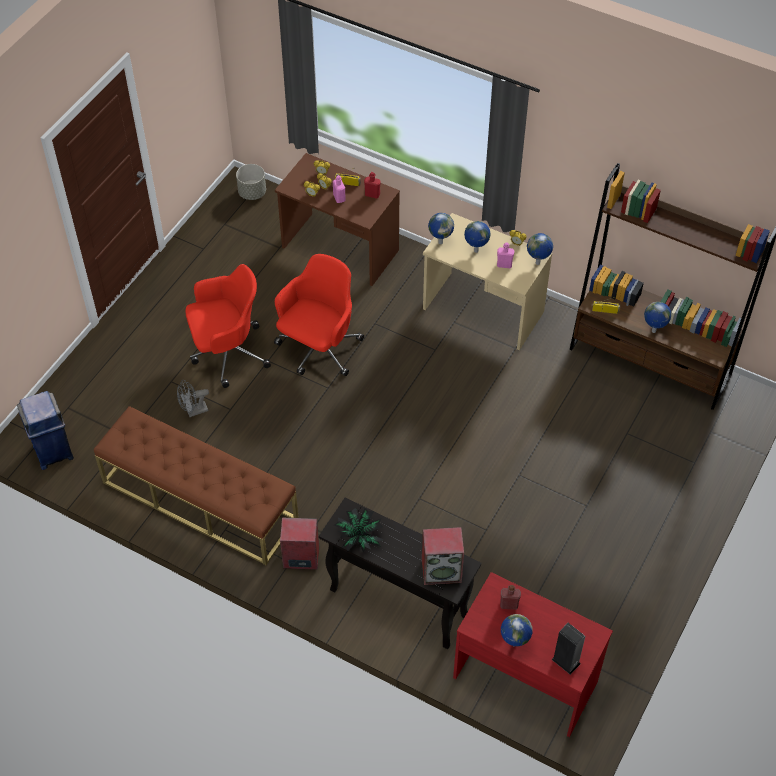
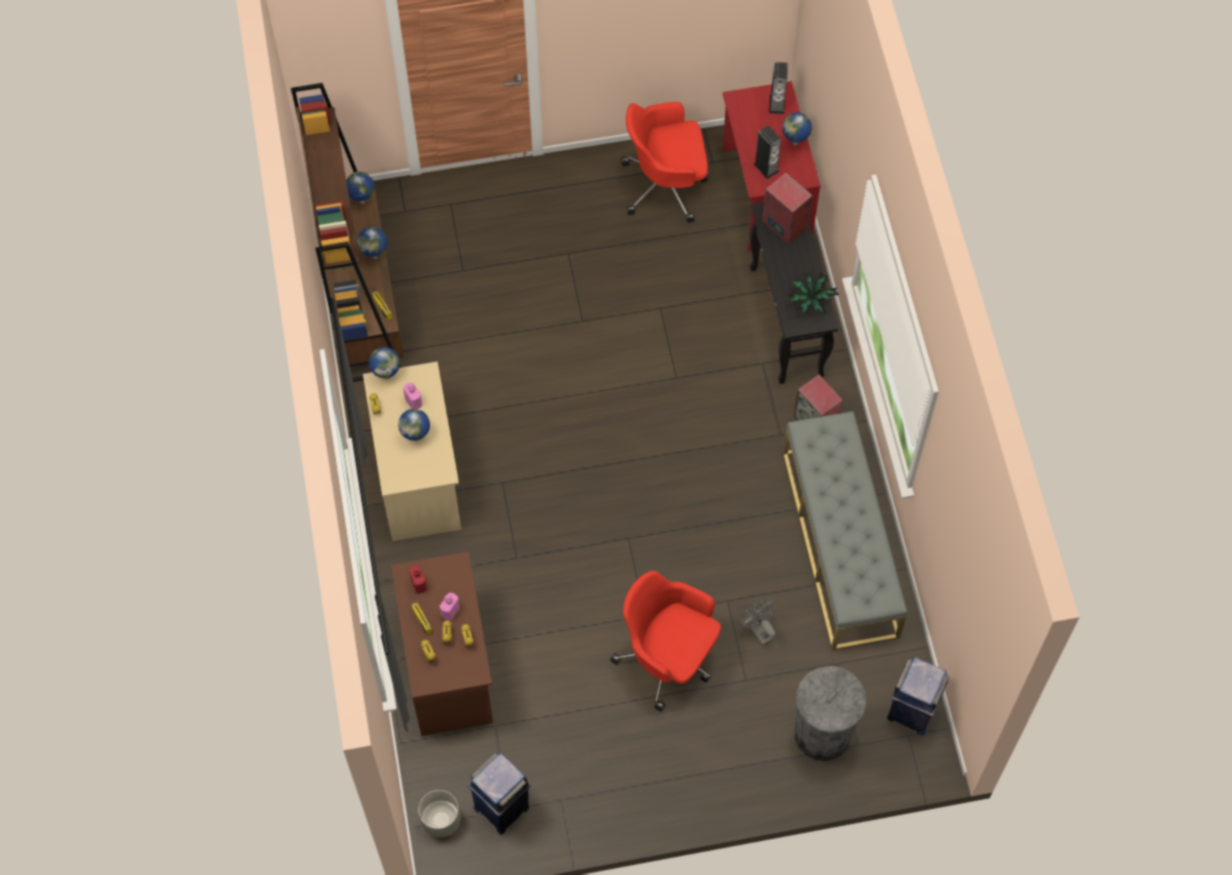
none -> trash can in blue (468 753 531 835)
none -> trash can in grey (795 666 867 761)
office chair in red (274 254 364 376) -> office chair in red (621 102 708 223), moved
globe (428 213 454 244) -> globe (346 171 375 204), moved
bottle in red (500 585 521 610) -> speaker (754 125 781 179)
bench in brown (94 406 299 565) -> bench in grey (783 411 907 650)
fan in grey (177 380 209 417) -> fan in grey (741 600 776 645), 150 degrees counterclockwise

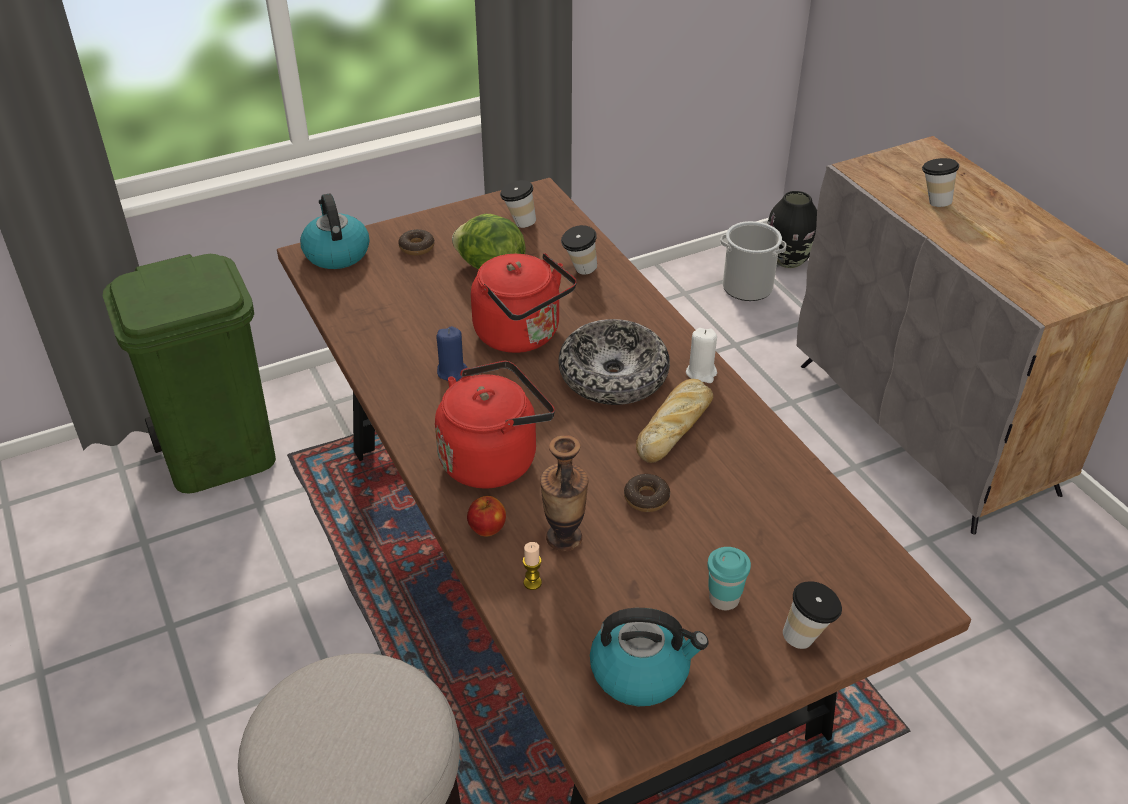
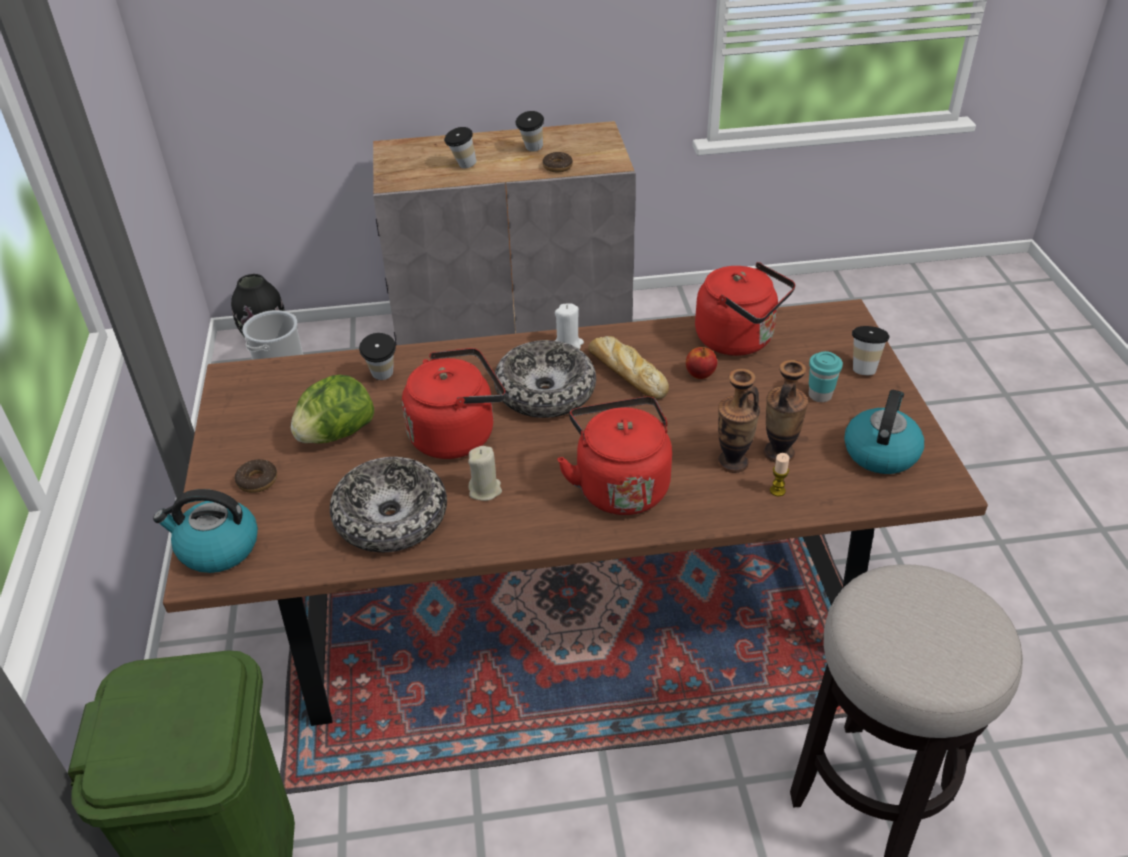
none -> bowl (330 457 447 552)
none -> kettle in red (695 262 795 356)
none -> vase (764 360 808 463)
apple (467 496 506 536) -> apple (686 347 717 379), moved
cup (500 180 536 228) -> cup (515 111 544 152), moved
donut (624 474 670 512) -> donut (543 152 573 172), moved
candle in blue (436 326 467 381) -> candle in beige (468 446 502 501)

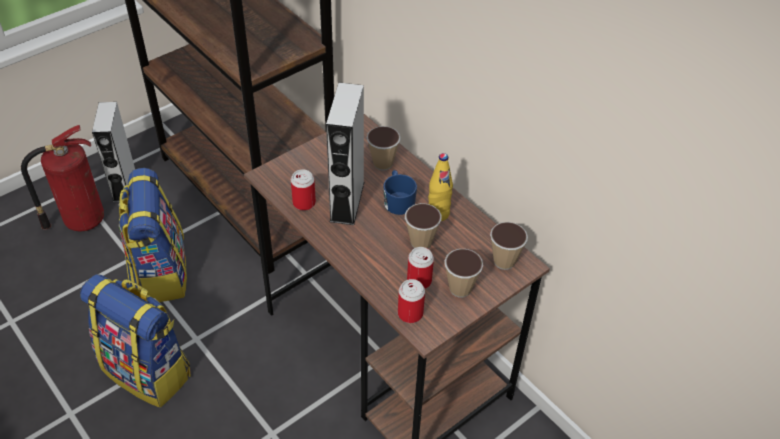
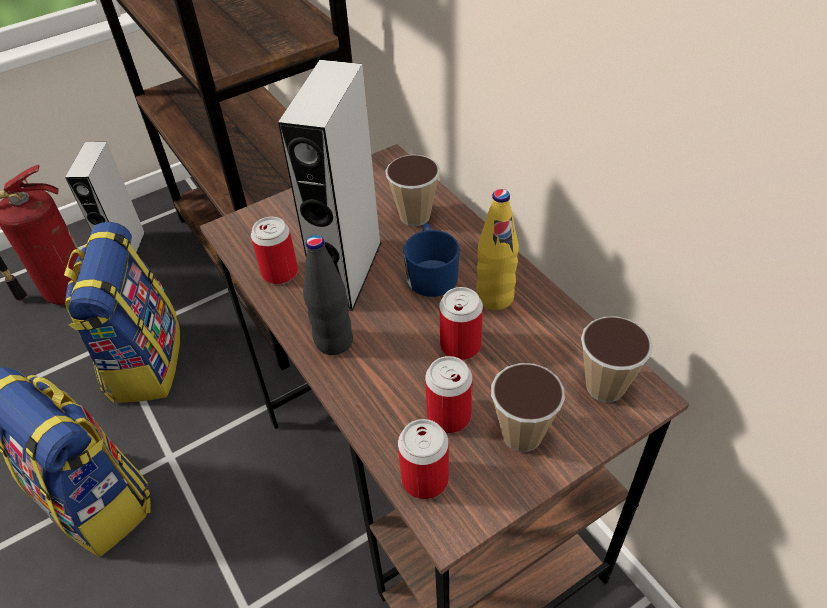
none -> bottle in black (303 235 353 355)
cup (405 203 442 249) -> can (439 287 483 360)

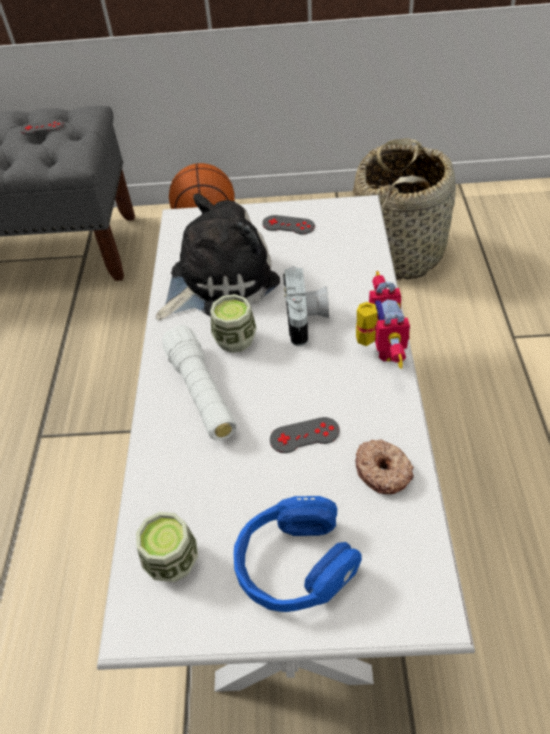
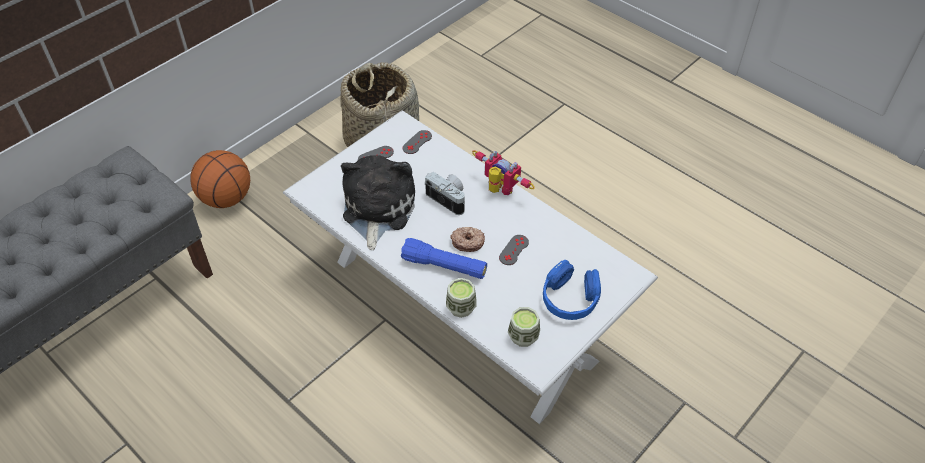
game controller in grey (20 120 64 134) -> game controller in grey (402 130 432 154), moved
cup (210 294 257 353) -> cup (446 278 476 318), moved
donut (355 440 414 494) -> donut (450 227 485 252), moved
flashlight in white (162 325 237 441) -> flashlight in blue (401 238 487 279)

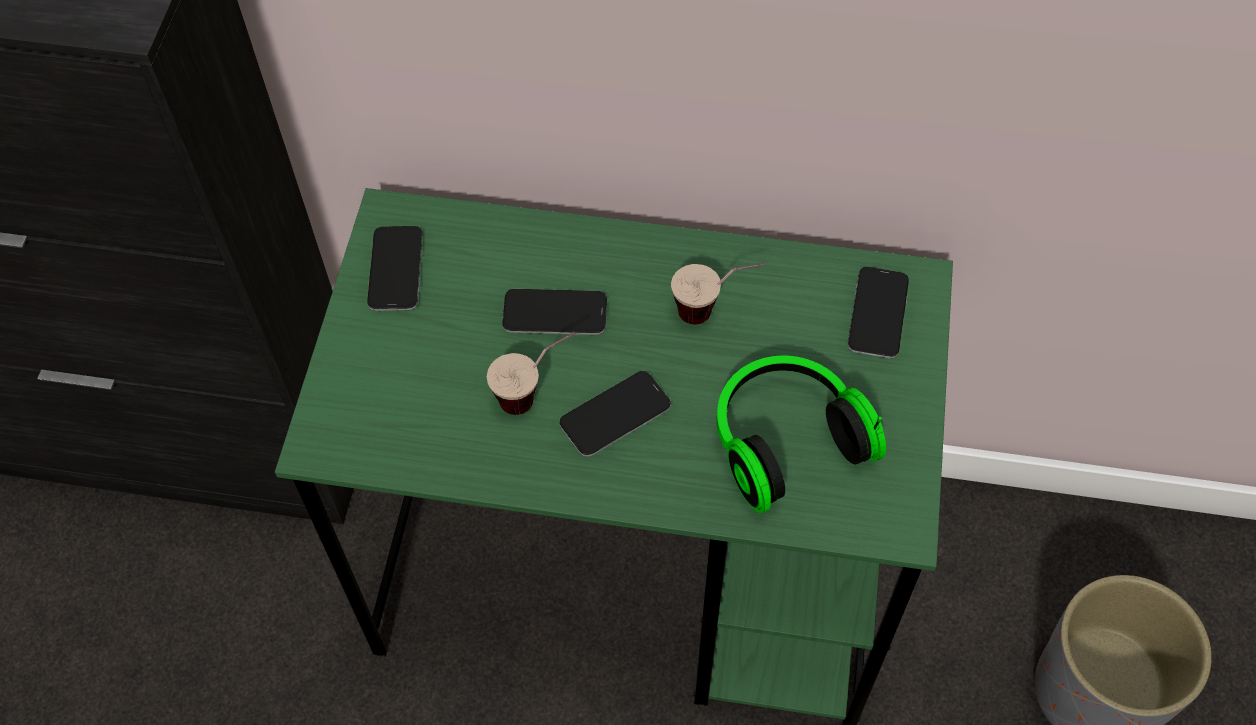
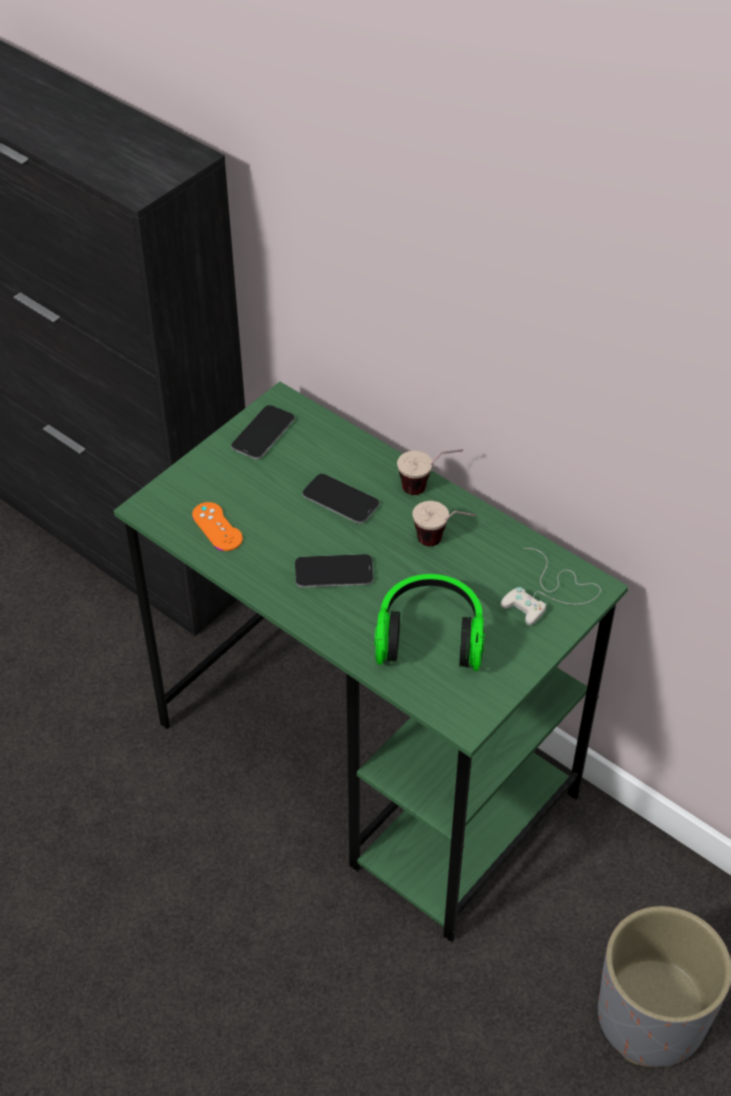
none -> game controller in orange (192 502 243 551)
cup (487 332 575 415) -> cup (397 449 463 495), moved
phone (848 267 909 358) -> game controller in white (500 548 601 626)

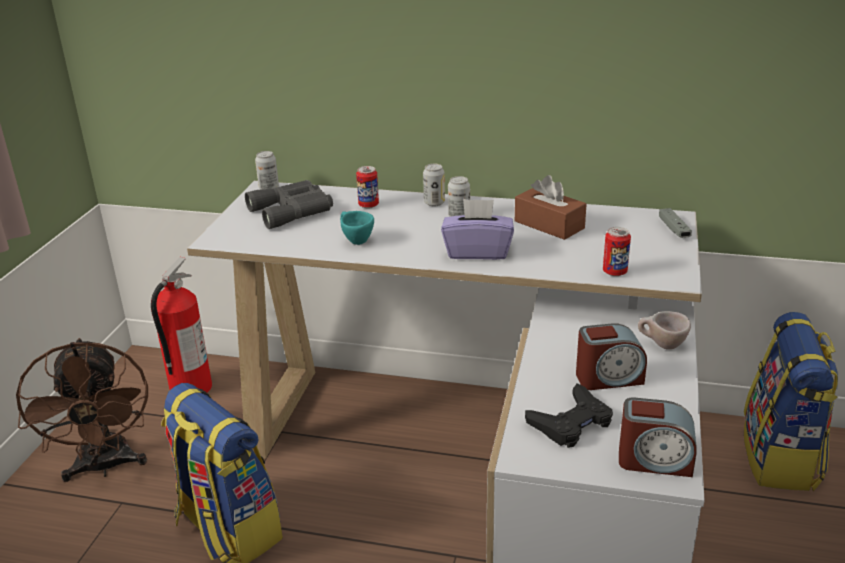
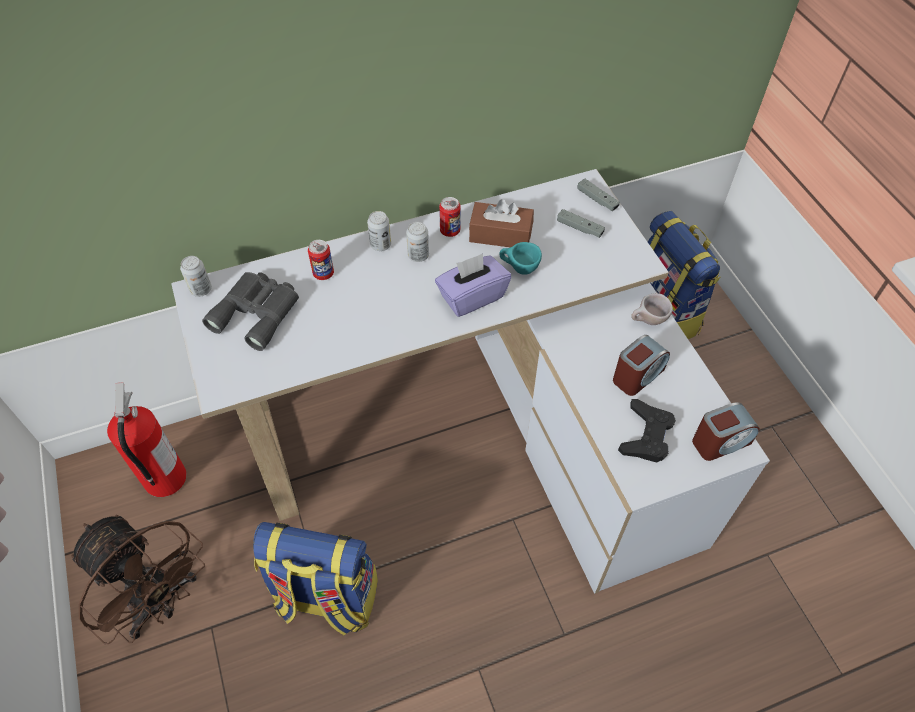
none -> game controller in grey (557 209 605 238)
cup in turquoise (340 211 374 245) -> cup in turquoise (499 242 542 275), moved
can (603 227 631 276) -> can (439 197 461 237), moved

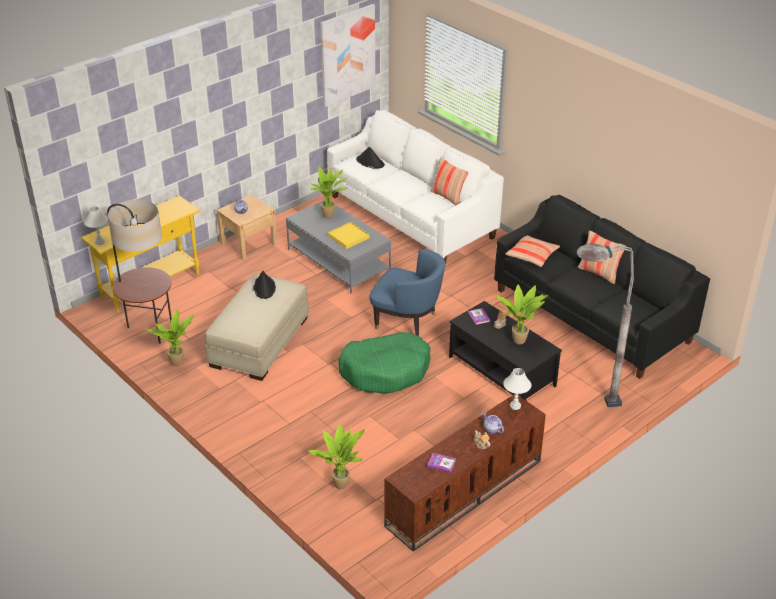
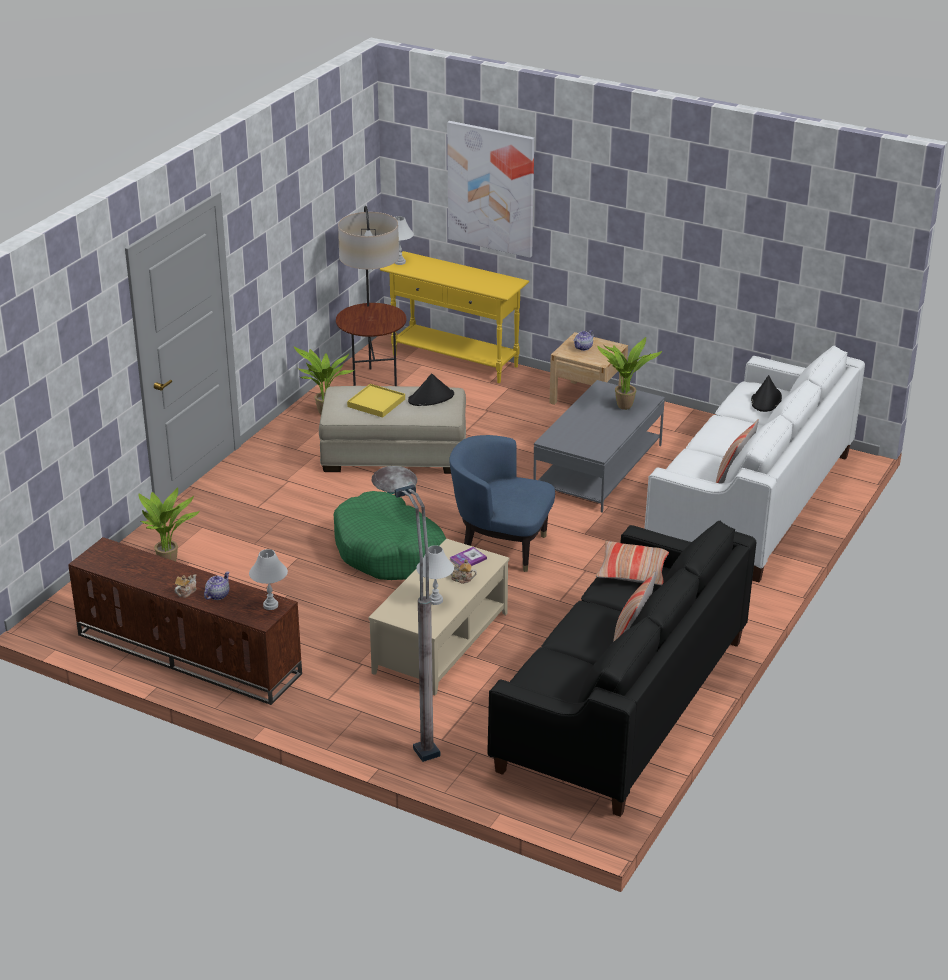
book (427 453 456 473) -> none
picture (320 4 375 107) -> picture (447 121 534 258), moved
tray in yellow (328 222 370 249) -> tray in yellow (347 384 405 418), moved
potted plant (496 285 549 345) -> table lamp in white (416 545 454 605)
coffee table in black (449 301 562 400) -> coffee table in beige (369 539 510 695)
armchair in blue (370 249 445 336) -> armchair in blue (450 435 555 572), 105 degrees clockwise

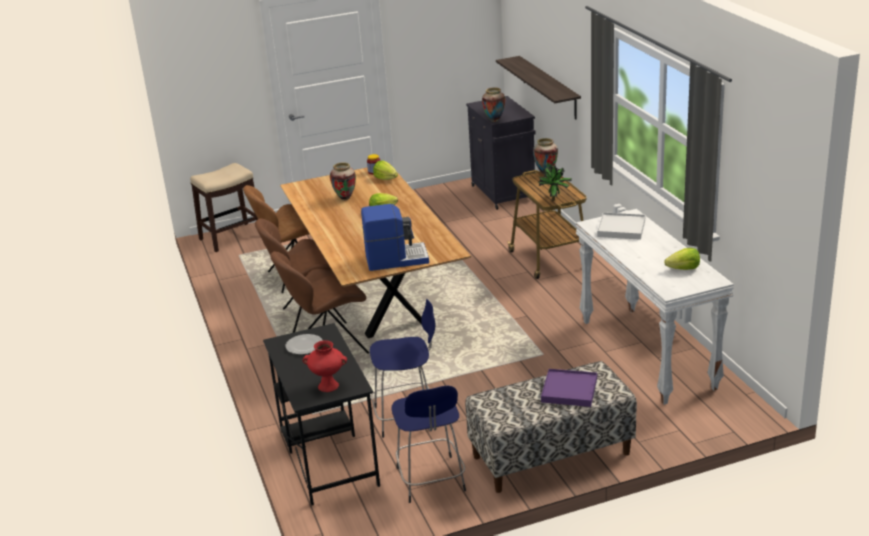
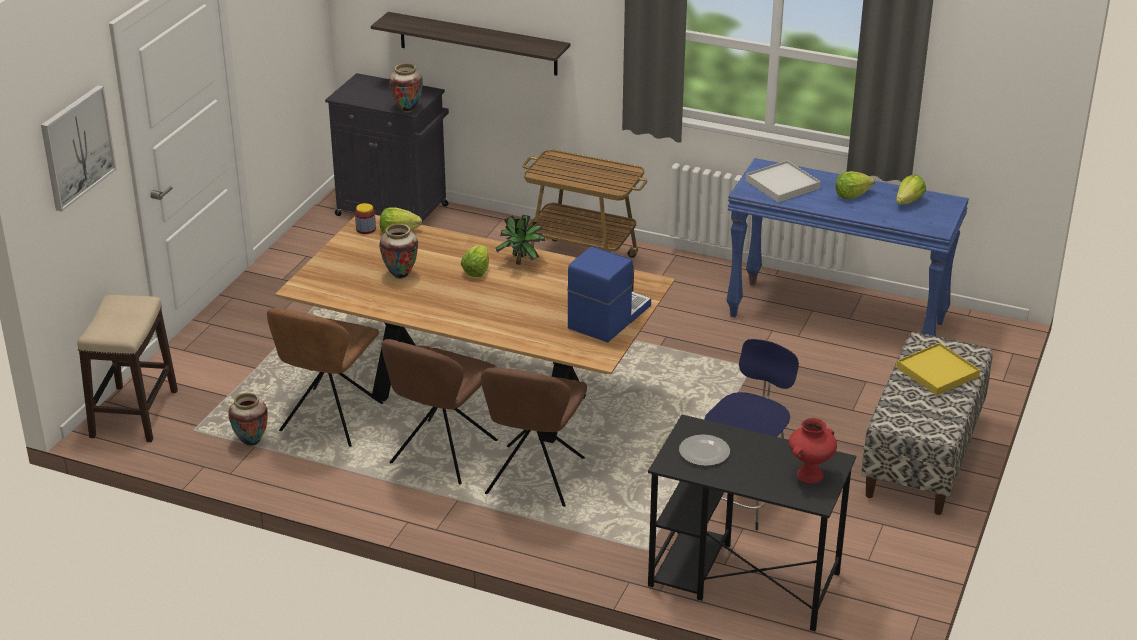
stool in blue (392 386 466 503) -> none
none -> picture (41 85 117 211)
none -> lettuce (836 171 874 199)
vase (533 138 558 175) -> vase (228 392 268 447), moved
potted plant (538 166 571 201) -> potted plant (496 215 545 265), moved
tray in purple (541 369 597 407) -> tray in yellow (896 343 980 396)
console table in white (576 209 734 405) -> console table in blue (726 158 969 336)

